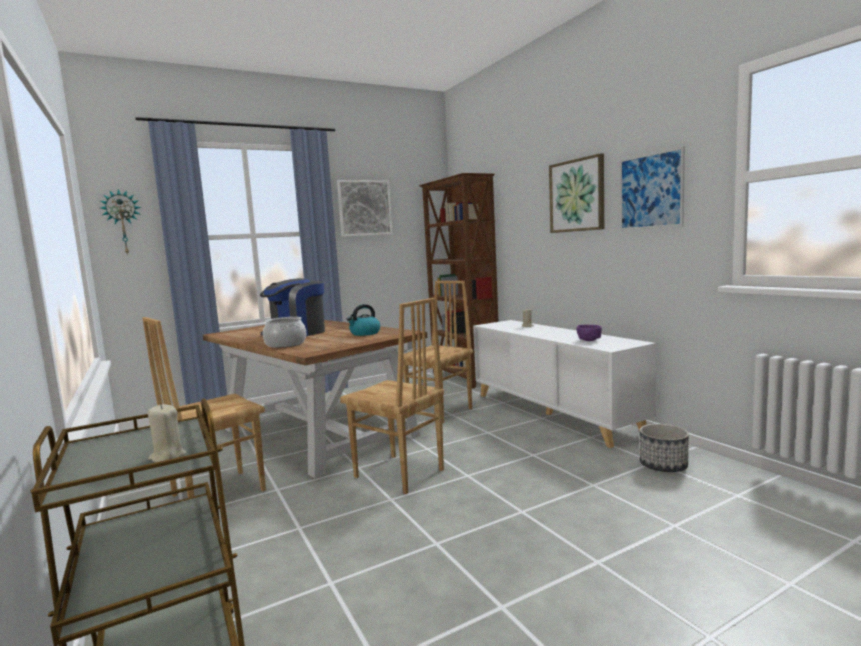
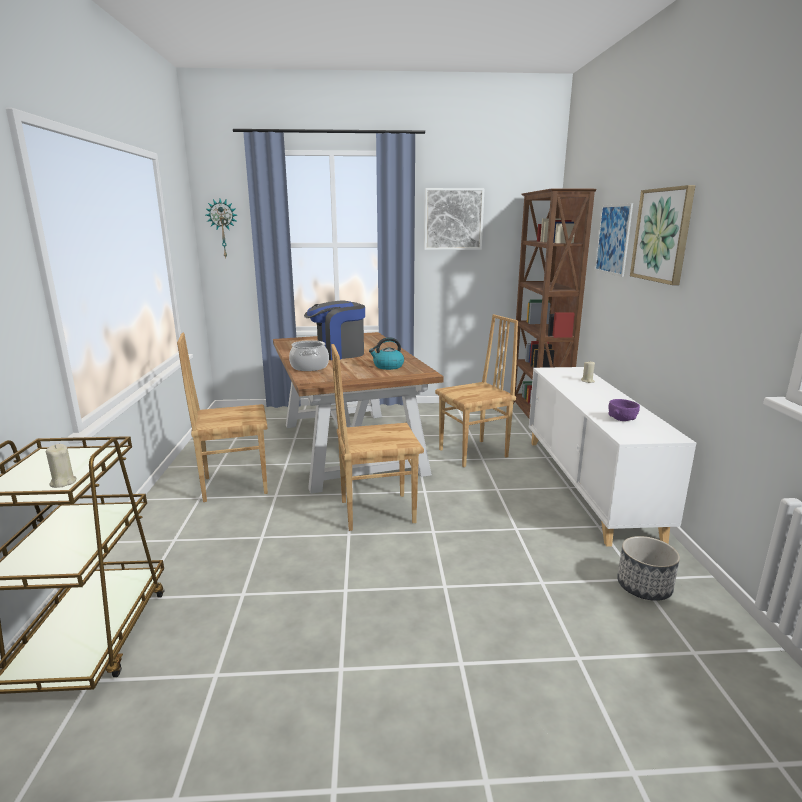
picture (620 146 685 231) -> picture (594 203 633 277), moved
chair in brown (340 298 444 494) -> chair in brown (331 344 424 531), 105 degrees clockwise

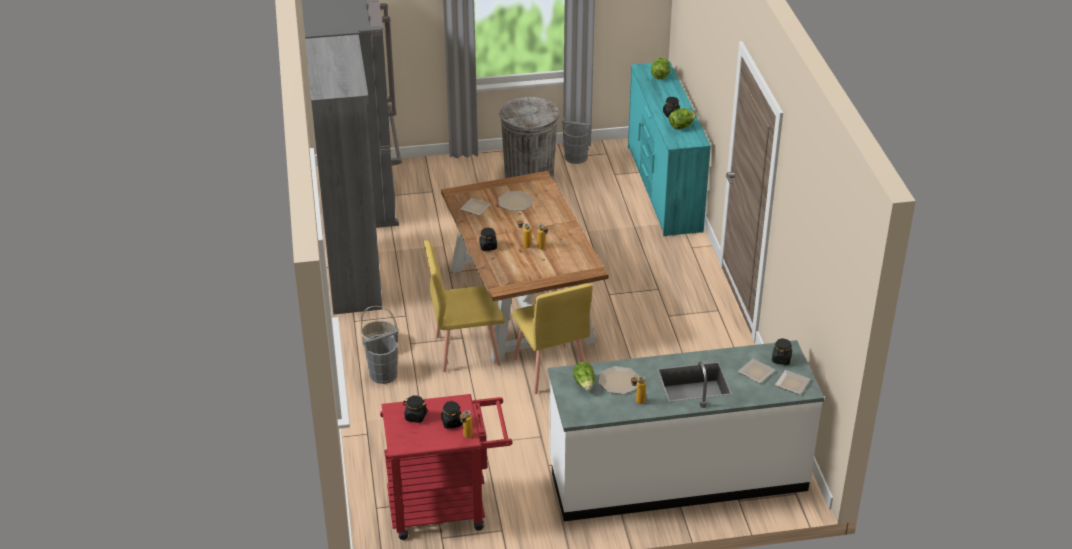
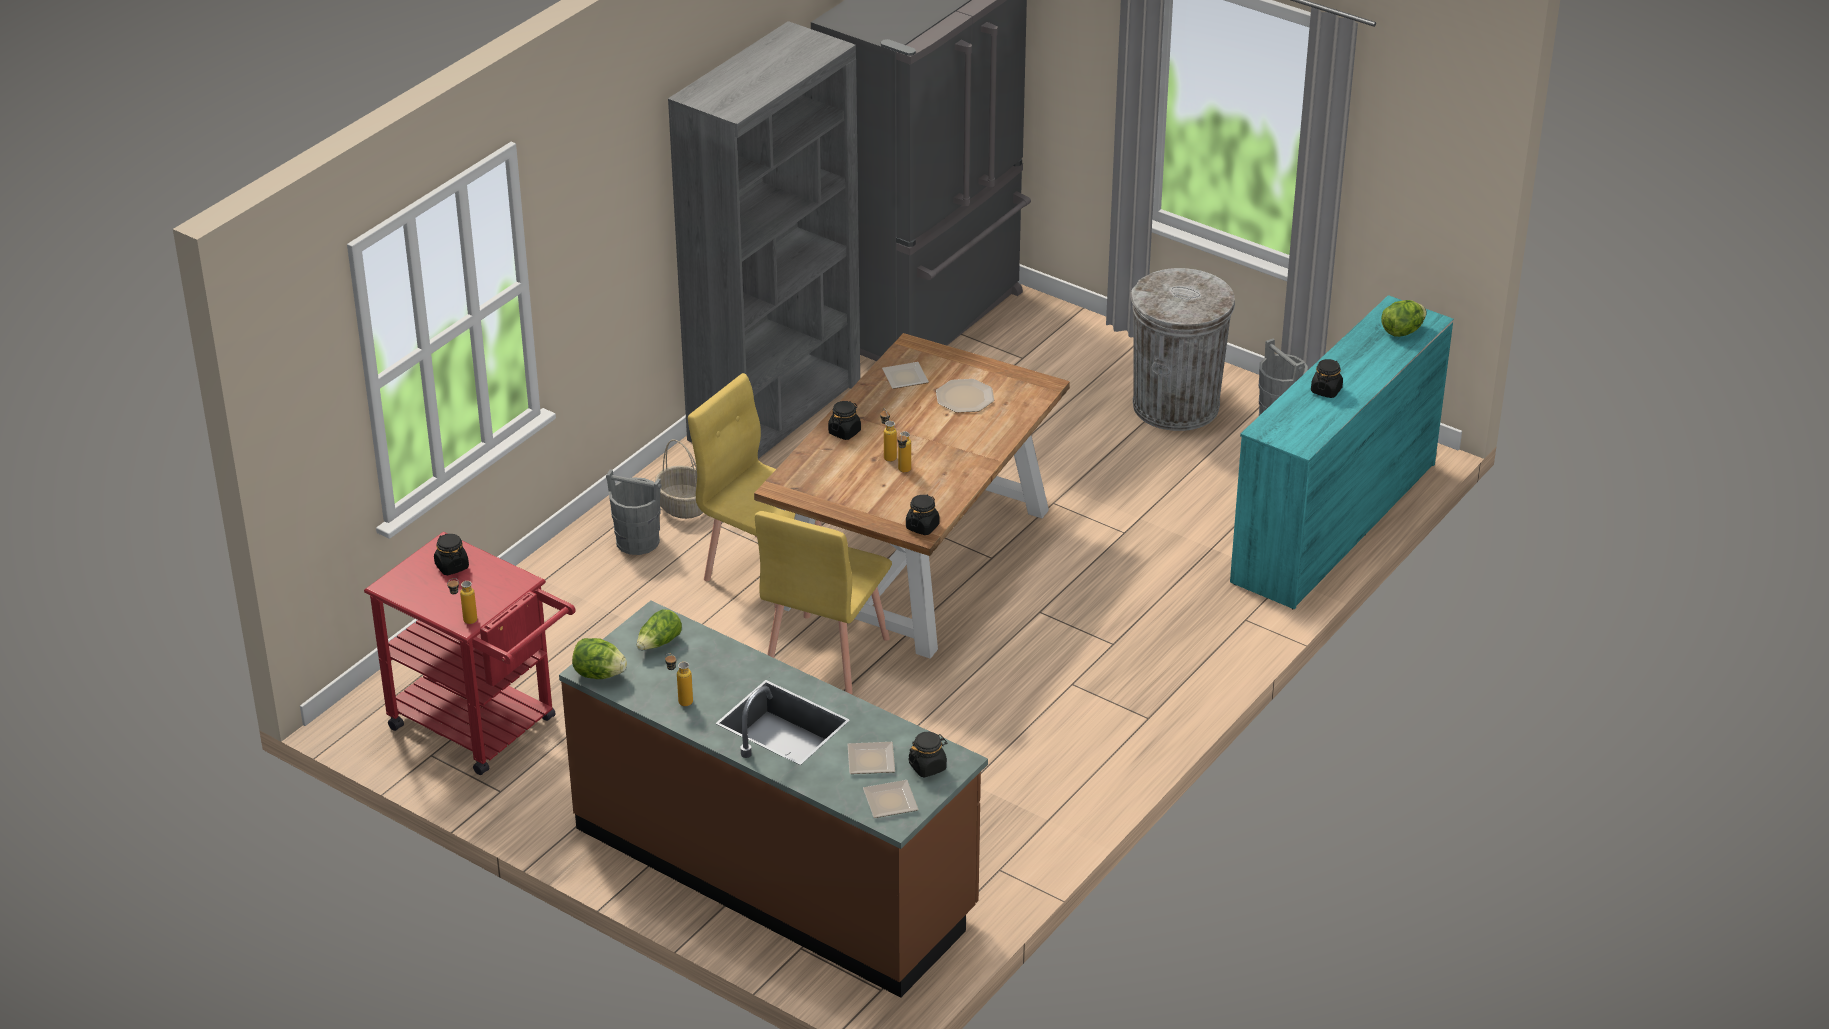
plate (598 366 640 394) -> none
jar in black (441 401 463 429) -> jar in black (906 494 940 535), moved
lettuce (669 108 696 129) -> lettuce (572 638 627 679), moved
counter in white (548 340 824 521) -> counter in brown (559 601 988 998)

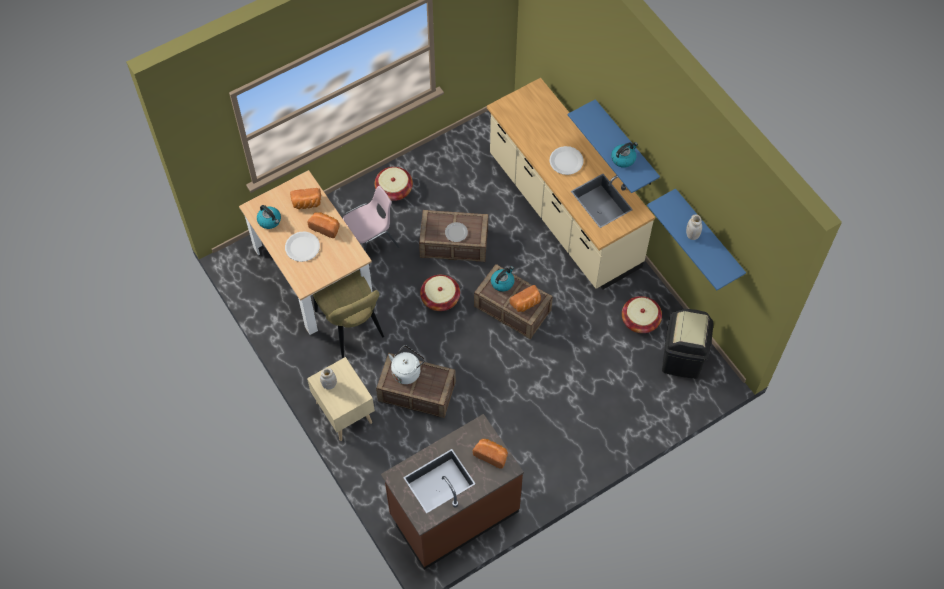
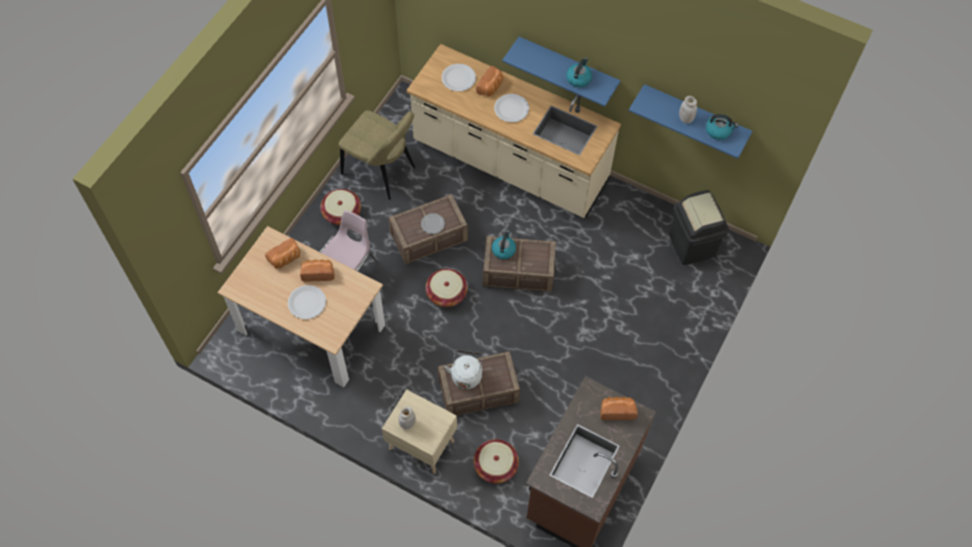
none -> plate in white (442 64 476 91)
kettle (257 205 281 229) -> kettle (706 114 738 140), moved
chair in beige (313 270 384 358) -> chair in beige (339 110 415 200), moved
bread (509 285 541 312) -> bread (476 66 504 97), moved
basket (622 296 662 333) -> basket (474 439 519 484), moved

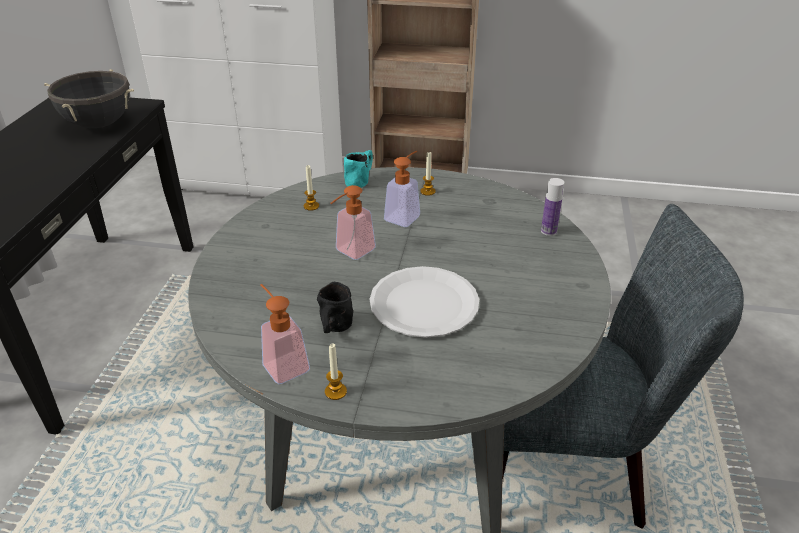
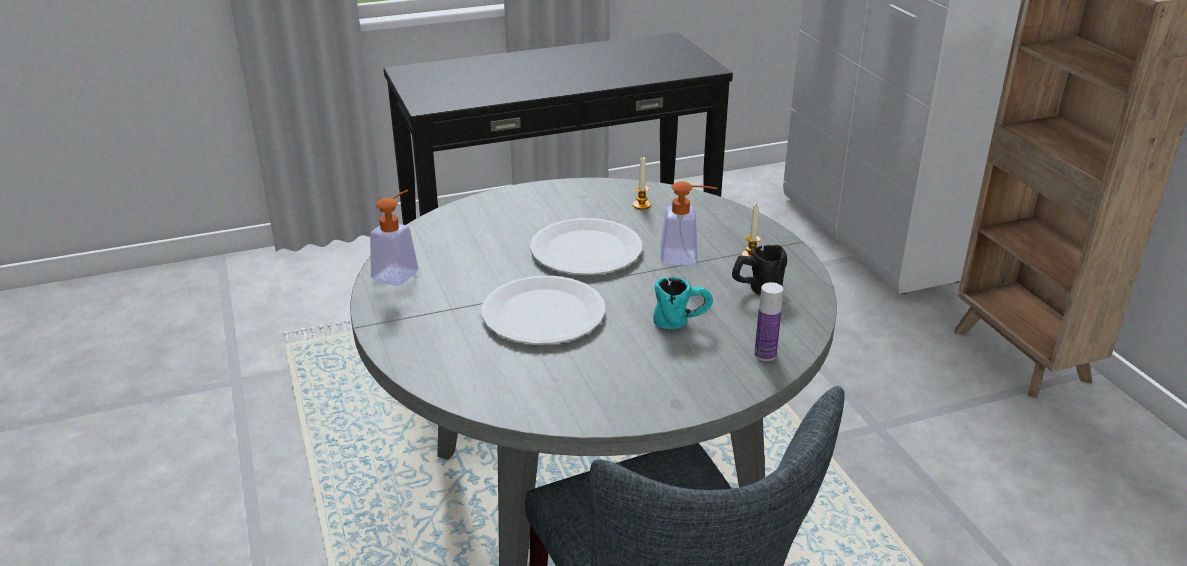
cooking pot in black (44 69 134 128) -> none
candle (325 344 347 400) -> none
mug in black (317 282 353 333) -> mug in black (732 245 787 295), moved
mug in turquoise (344 150 373 188) -> mug in turquoise (653 277 713 329), moved
soap dispenser (330 185 376 260) -> plate in white (530 218 642 275)

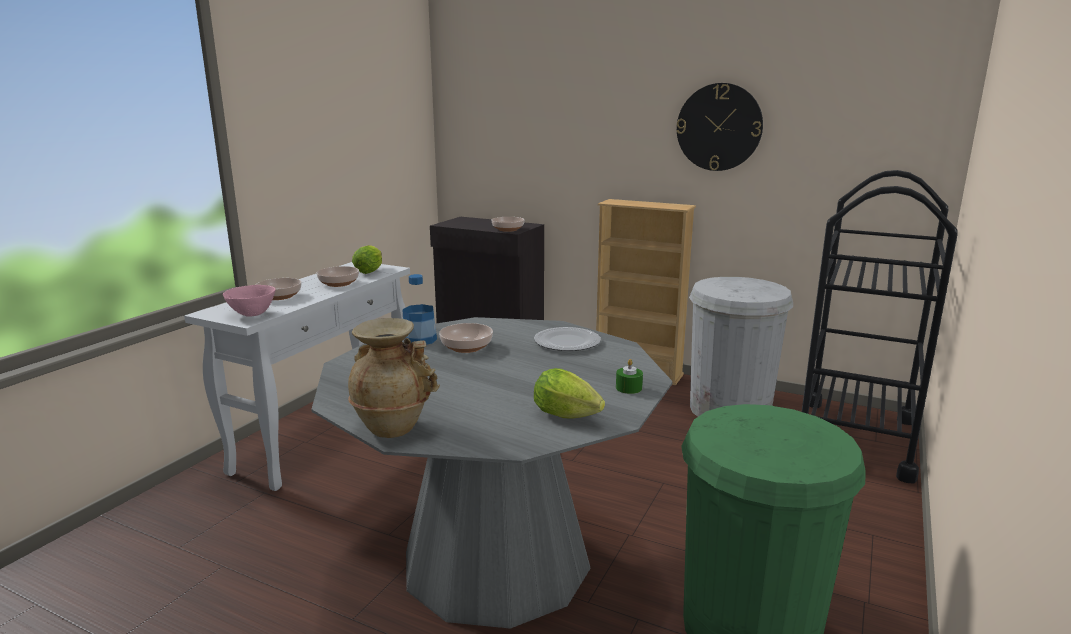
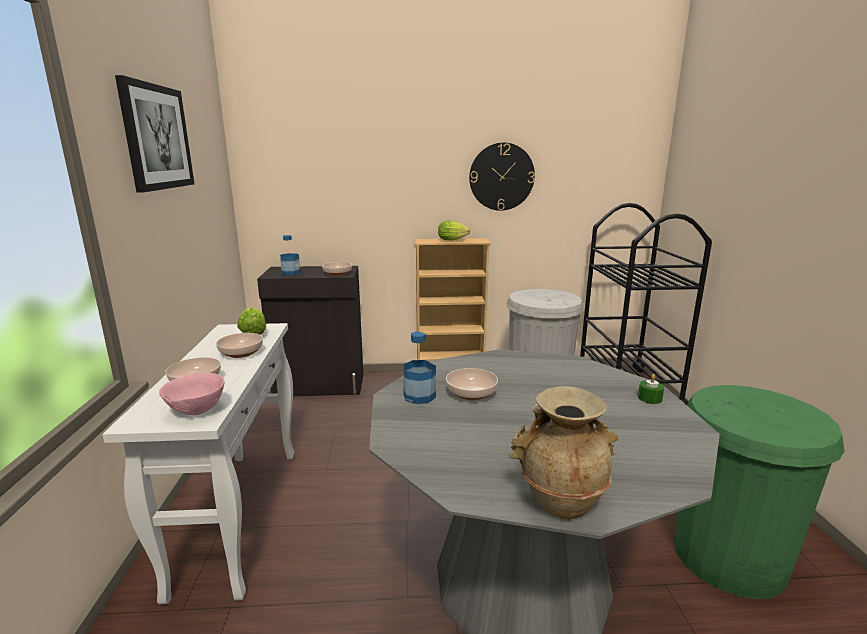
plate (534 327 601 351) -> none
none -> picture (115 75 194 192)
none -> bottle (280 235 300 275)
lettuce (534 368 605 419) -> lettuce (438 221 470 241), moved

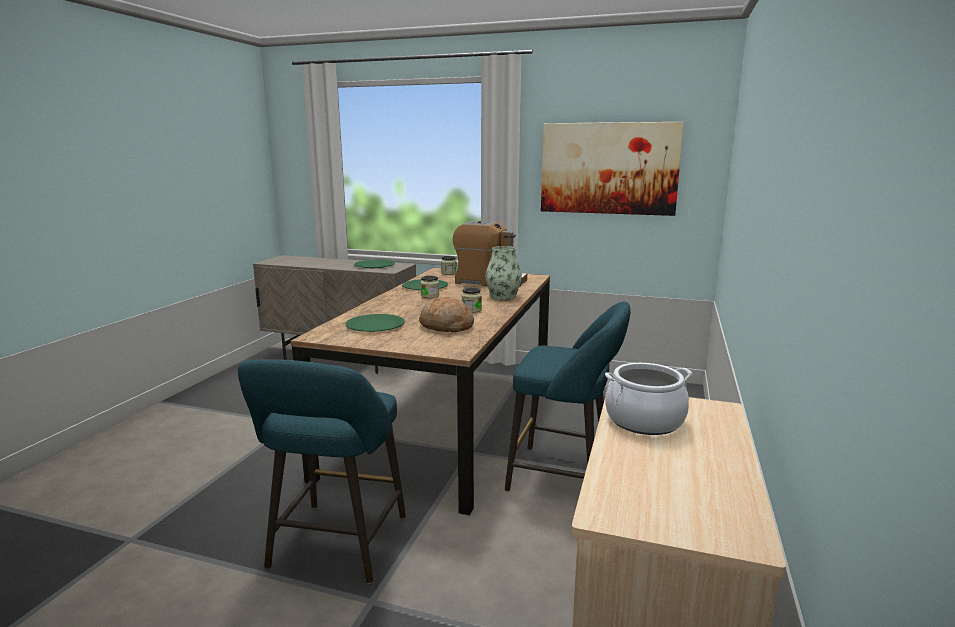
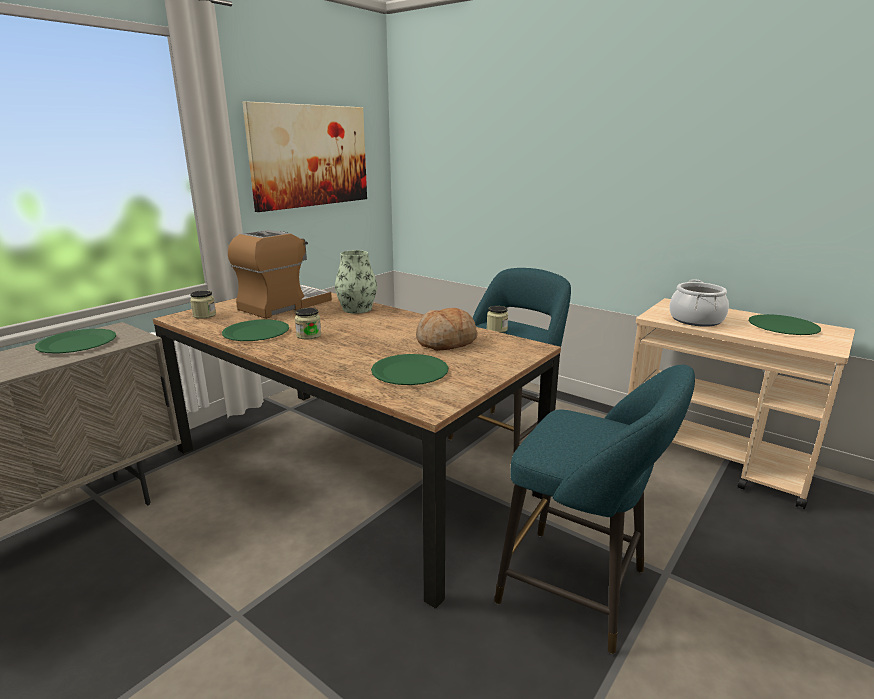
none -> plate in green (749 314 821 335)
jar (462 287 482 313) -> jar (487 306 508 333), moved

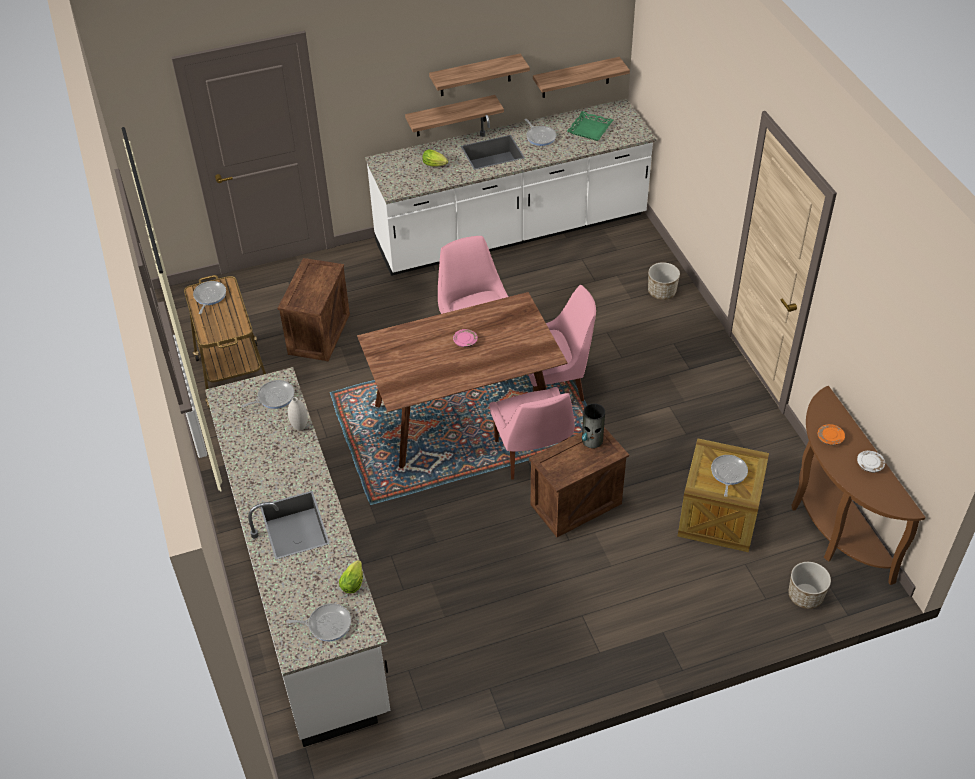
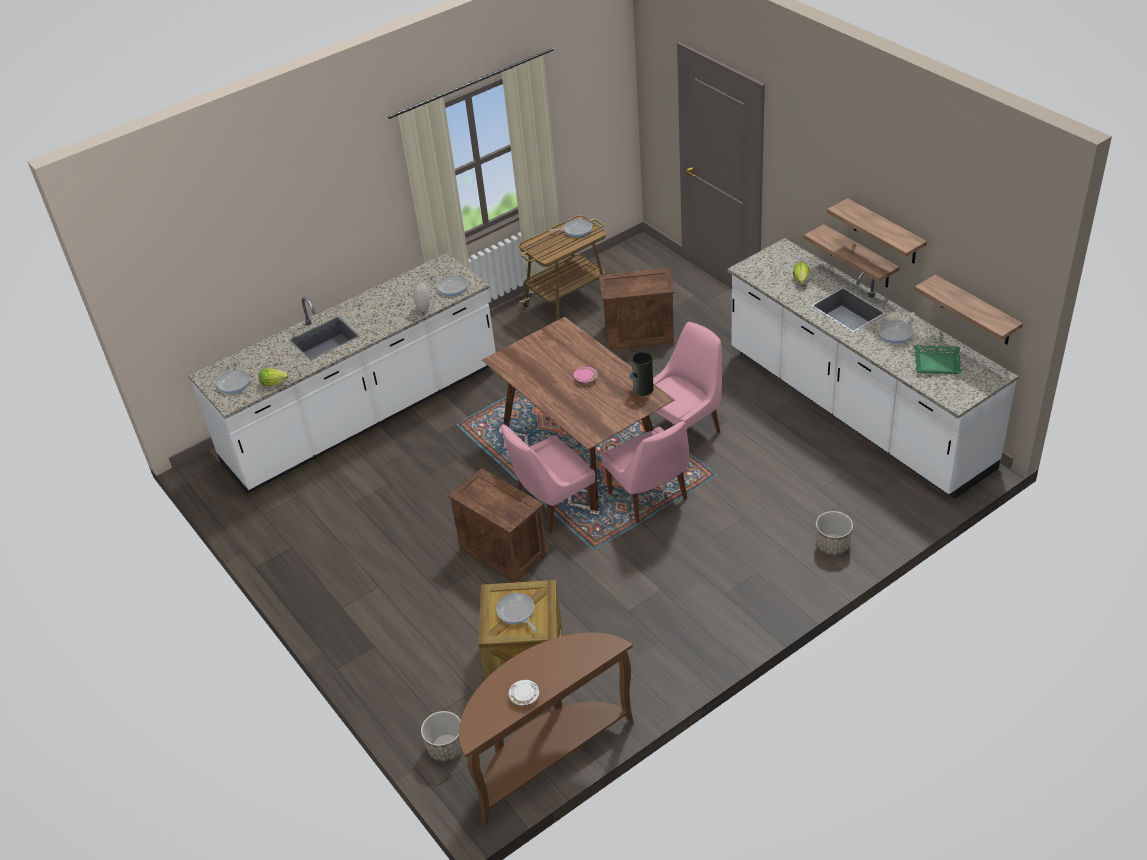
plate in orange (818 424 845 445) -> none
vase (582 403 605 448) -> vase (629 352 654 396), moved
frying pan (711 455 748 497) -> frying pan (496 593 537 631), 120 degrees counterclockwise

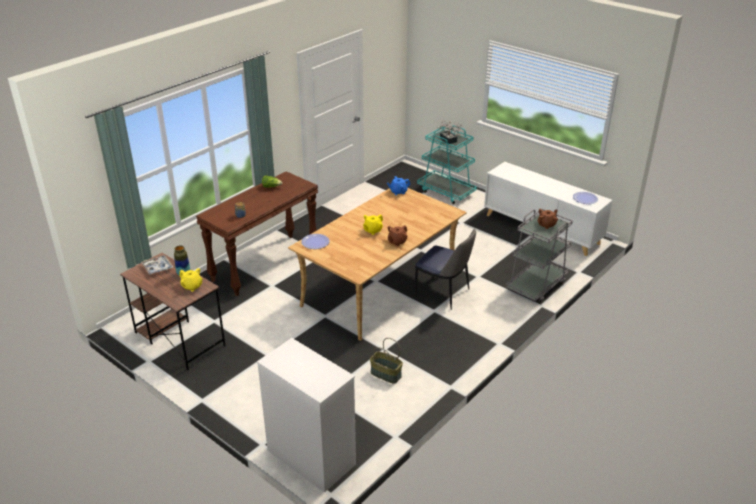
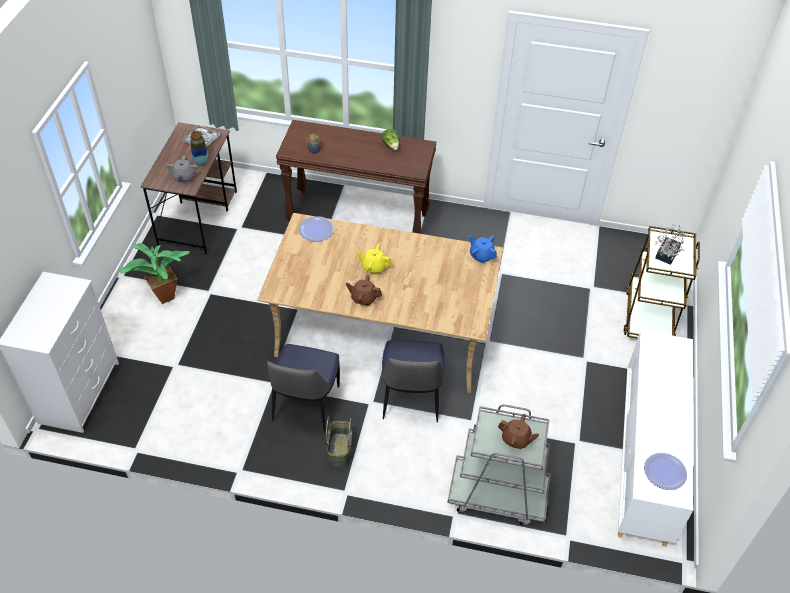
none -> potted plant (118 243 190 304)
none -> chair (267 344 340 433)
basket (370 338 403 384) -> basket (326 416 352 468), moved
teapot in yellow (179 268 203 292) -> teapot in grey (166 155 197 183)
cart in turquoise (417 125 477 204) -> cart in brown (623 226 700 339)

